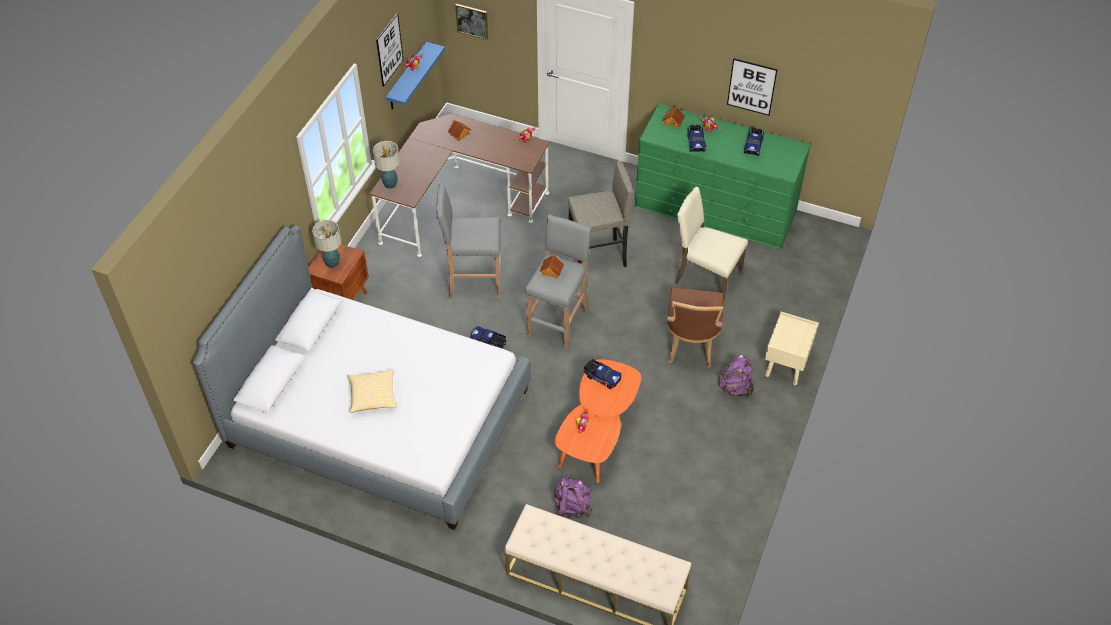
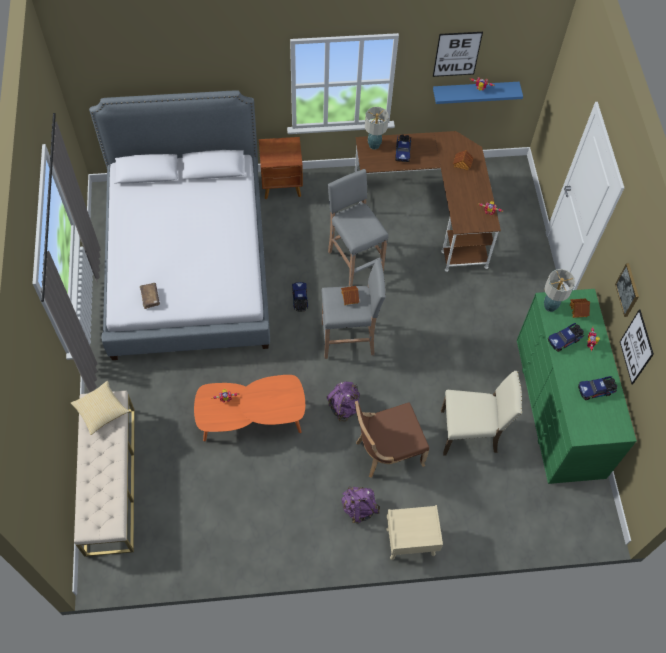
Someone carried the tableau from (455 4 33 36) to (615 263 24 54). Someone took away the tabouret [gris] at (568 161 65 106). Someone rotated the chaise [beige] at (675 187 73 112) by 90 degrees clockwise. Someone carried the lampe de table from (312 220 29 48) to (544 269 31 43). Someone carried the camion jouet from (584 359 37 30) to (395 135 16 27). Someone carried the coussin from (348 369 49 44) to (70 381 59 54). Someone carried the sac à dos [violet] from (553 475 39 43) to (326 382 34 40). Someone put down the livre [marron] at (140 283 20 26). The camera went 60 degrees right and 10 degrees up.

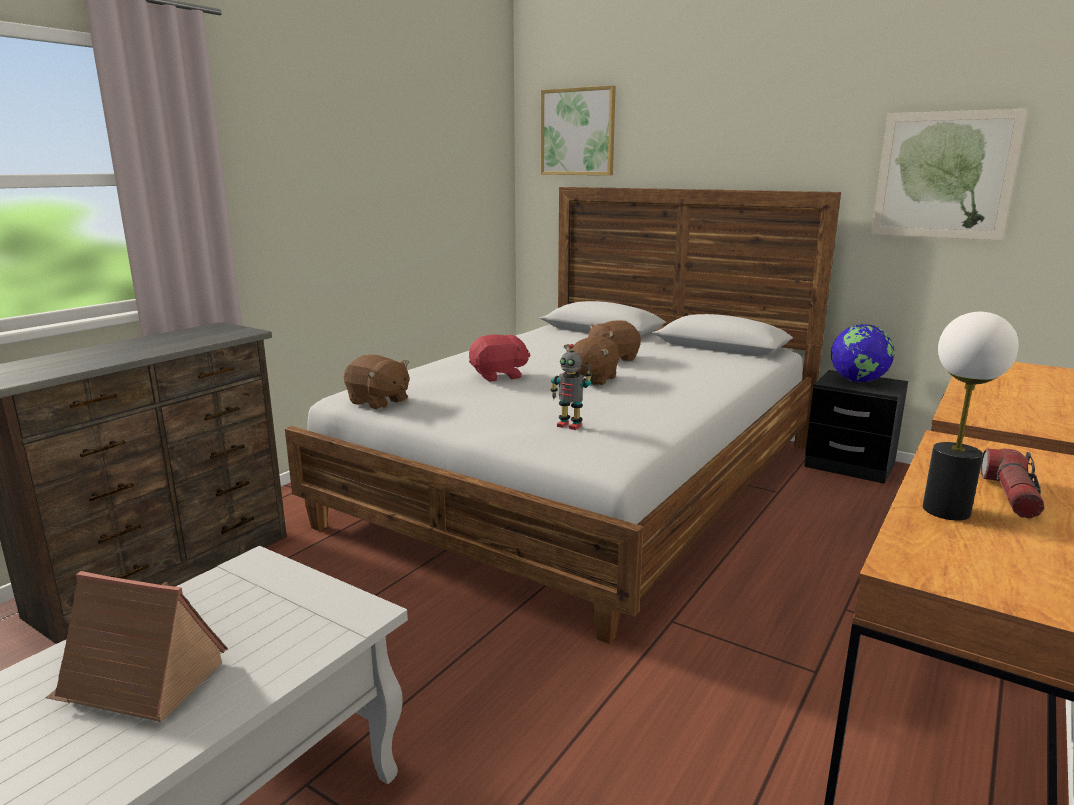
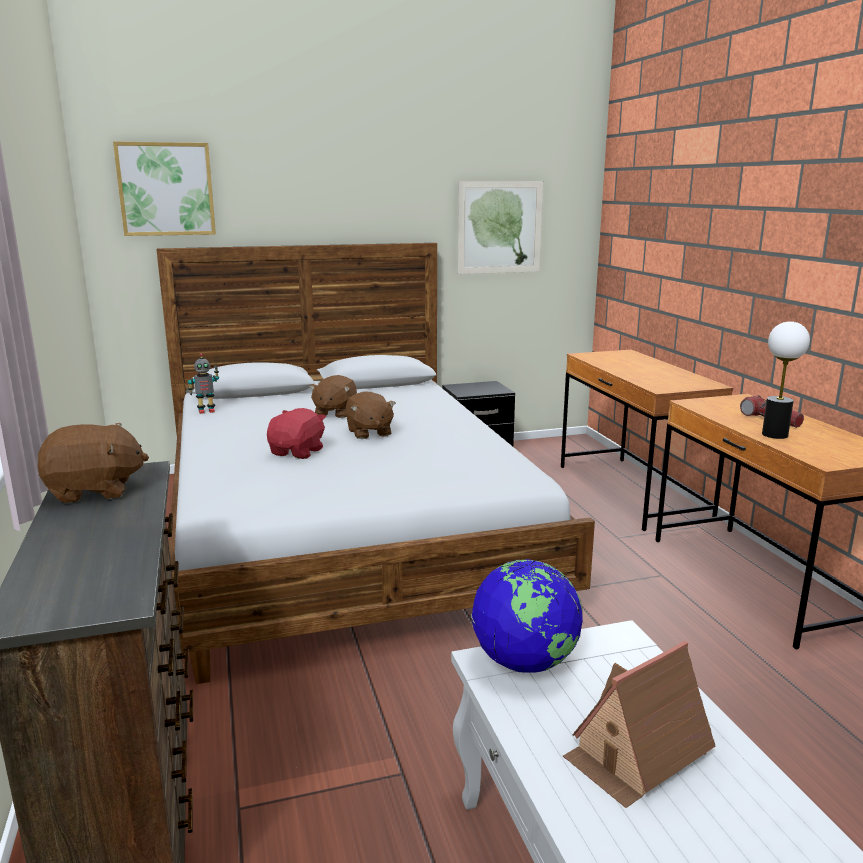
Someone carried the globe from (831 324 63 58) to (471 559 112 114). Someone carried the robot jouet from (551 344 41 86) to (188 353 31 61). Someone carried the peluche [marron] from (344 355 65 55) to (37 423 112 80). The camera went 50 degrees left and 0 degrees up.

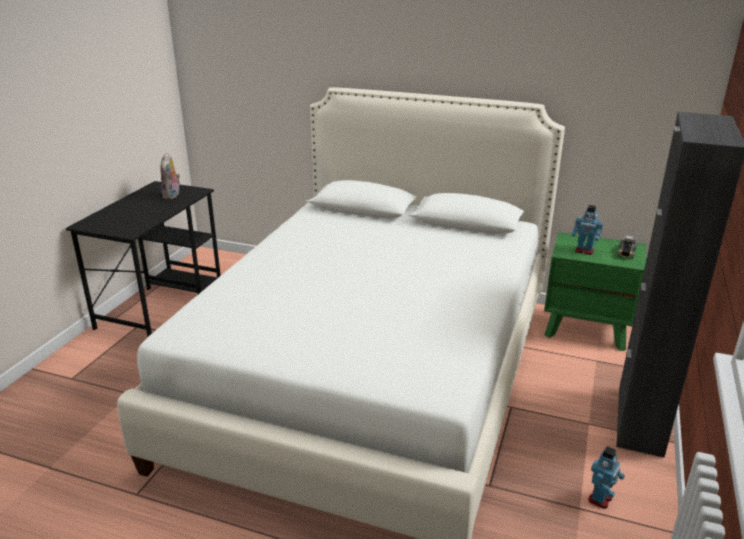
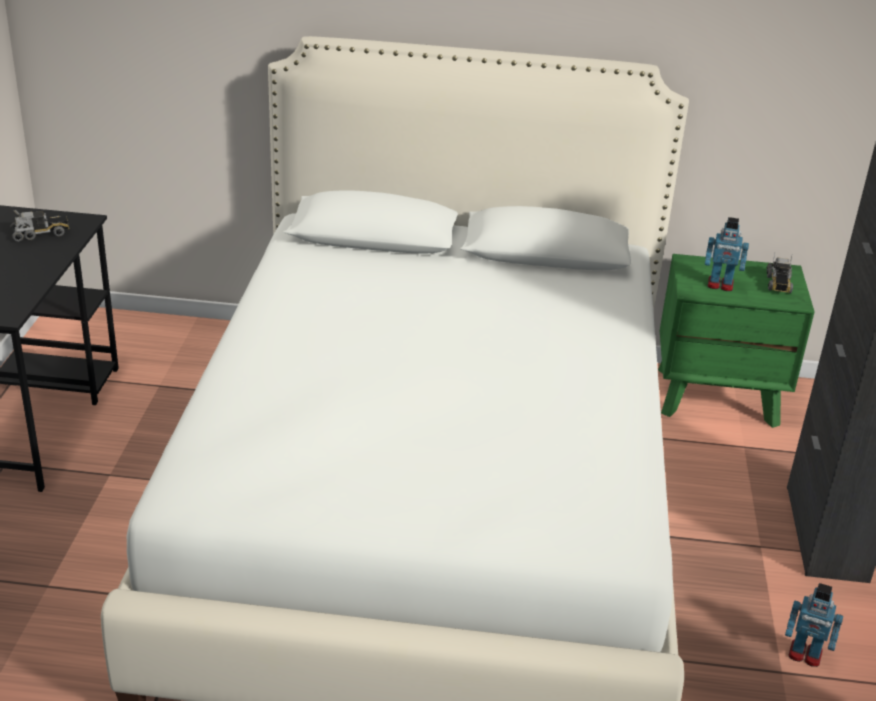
Someone swapped the peluche at (160 152 20 47) for the camion jouet at (10 210 59 32). Someone rotated the robot jouet at (588 446 37 63) by 90 degrees clockwise. The camera went 15 degrees left and 5 degrees up.

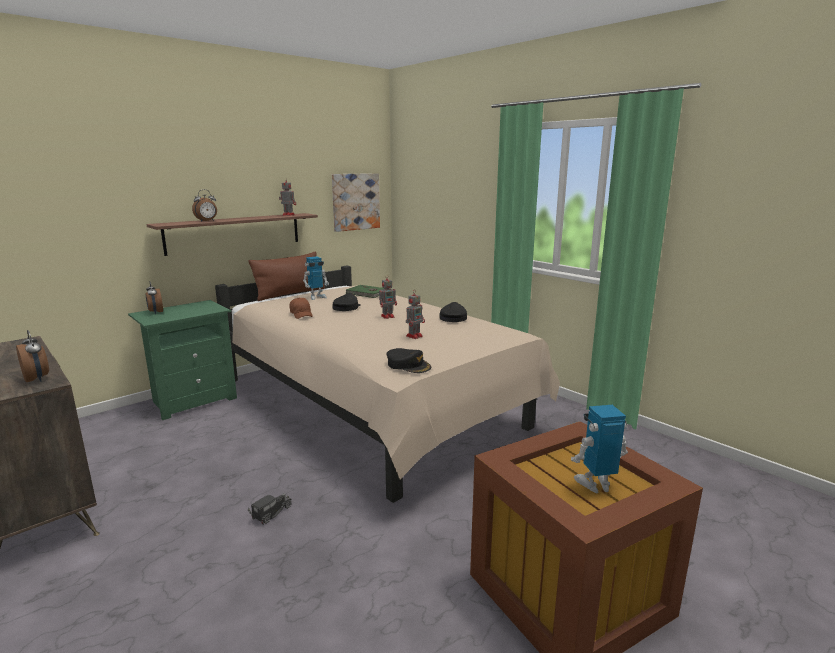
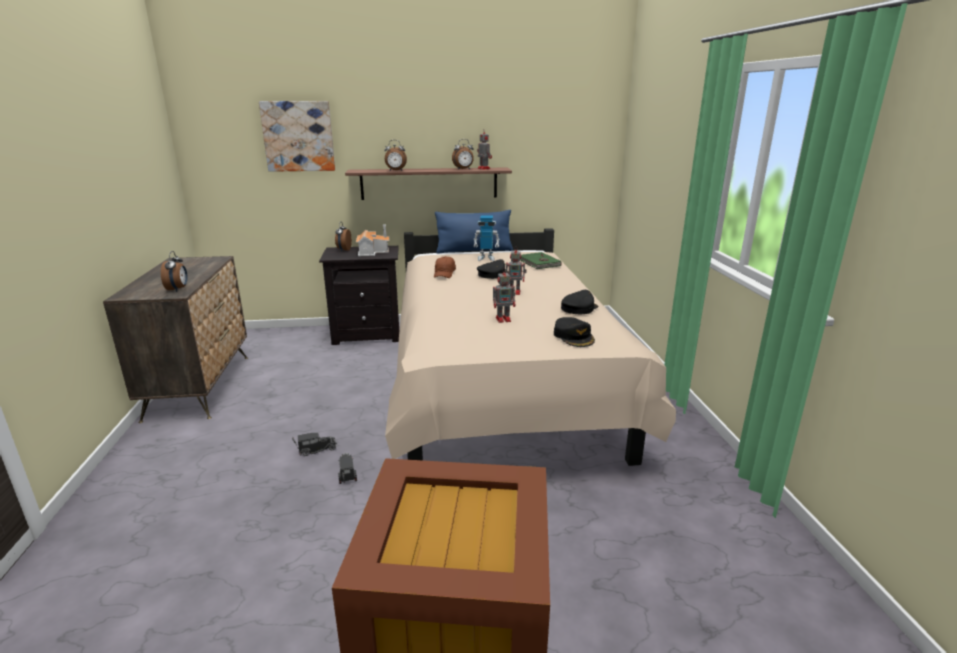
Someone carried the tableau from (332 173 48 59) to (259 101 76 71). Someone repainted the coussin [marron] at (248 251 77 50), which became the coussin [bleu] at (435 210 78 44). Someone repainted the table de chevet [vert] at (128 300 109 120), which became the table de chevet [noir] at (319 246 80 99). Someone carried the casquette [noir] from (386 348 45 25) to (554 317 41 30). Someone took away the robot jouet at (571 405 57 88). Someone put down the réveil at (452 139 22 31). Someone put down the maison miniature at (356 225 33 31). Someone put down the camion jouet at (338 453 19 31). The camera went 35 degrees right and 5 degrees up.

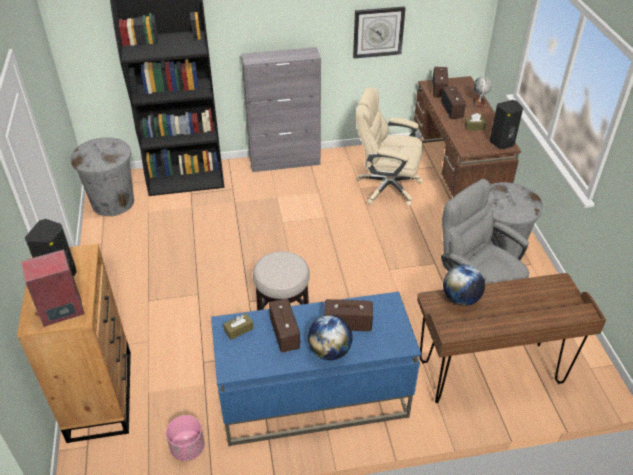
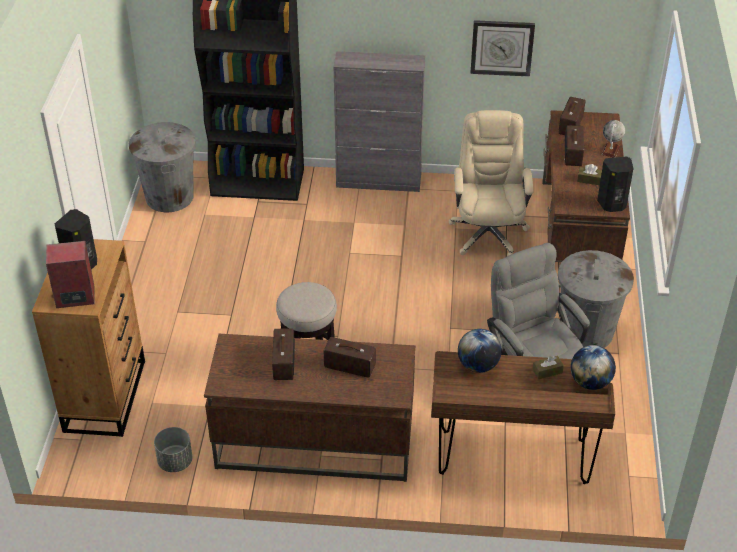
Someone rotated the chaise de bureau [beige] at (356 88 67 118) by 60 degrees clockwise. Someone repainted the bureau [bleu] at (211 292 210 154), which became the bureau [marron] at (204 334 211 148). Someone carried the boîte à mouchoirs [marron] from (223 313 31 27) to (533 356 31 23). Someone carried the globe from (308 315 45 45) to (571 345 45 45). Someone repainted the cache-pot [rose] at (166 415 39 46), which became the cache-pot [gris] at (154 427 38 45). The camera went 15 degrees right and 0 degrees up.

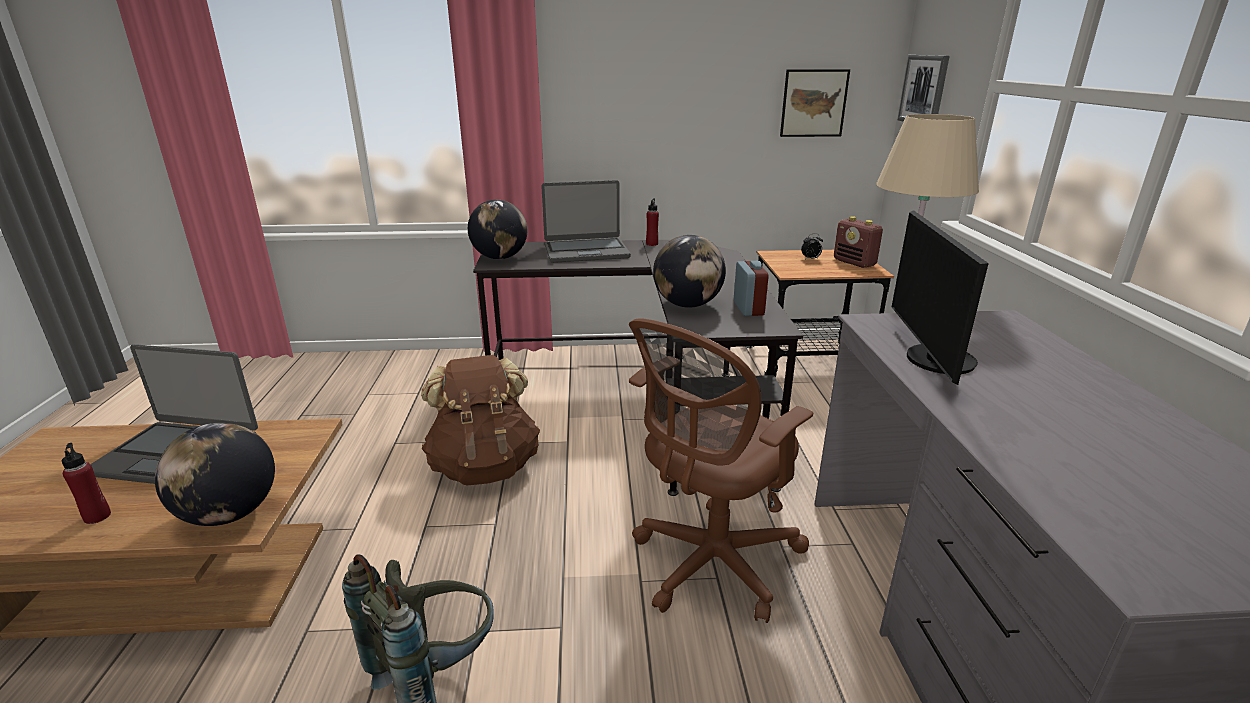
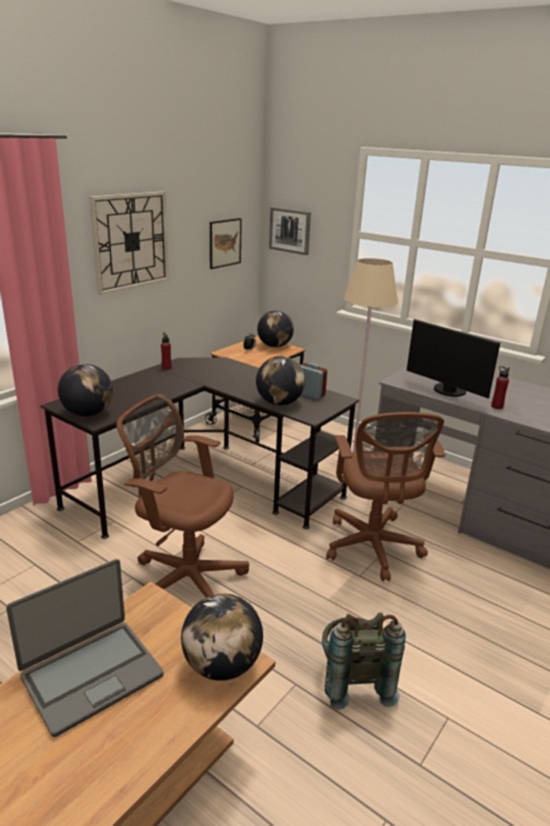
Someone took away the ordinateur portable at (541 180 90 83). Someone swapped the radio at (834 216 49 52) for the globe at (257 310 37 37). Someone swapped the sac à dos [marron] at (421 355 119 130) for the chaise de bureau [marron] at (117 394 132 203). Someone carried the bouteille [rouge] from (62 443 49 81) to (491 366 18 43). Someone put up the horloge murale at (89 191 80 104). The camera went 50 degrees left and 0 degrees up.

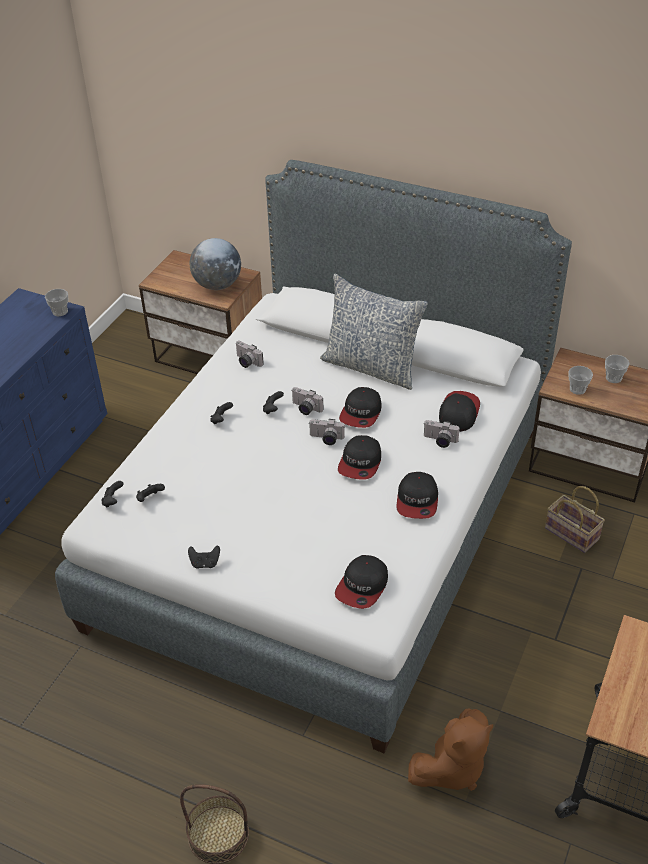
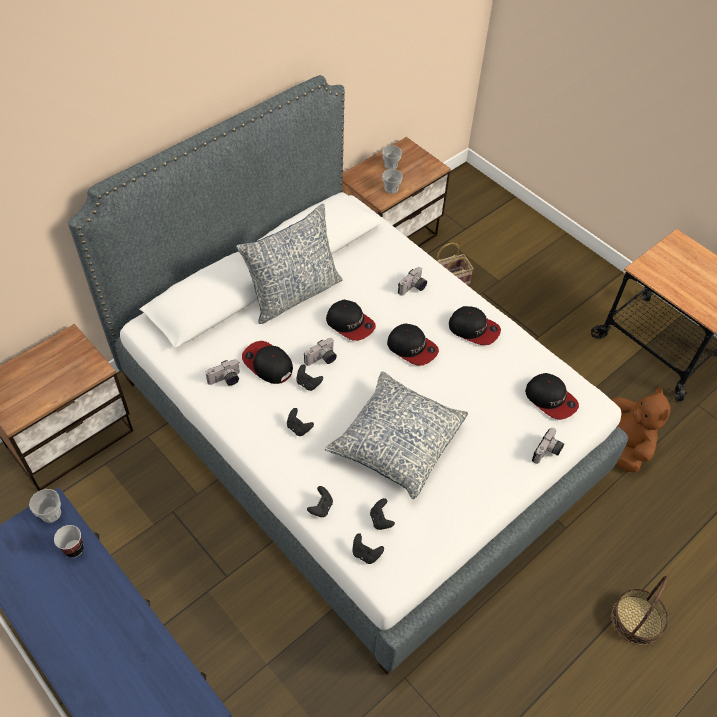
Someone took away the globe at (190 238 51 52). Someone carried the casquette from (439 391 41 41) to (242 341 51 43). Someone carried the appareil photo from (309 419 36 26) to (532 428 32 36). Someone carried the manette [noir] from (188 546 32 23) to (307 486 26 31). Someone put down the coussin at (325 371 143 128). Someone put down the tasse at (54 525 30 33). The camera went 70 degrees left and 10 degrees up.

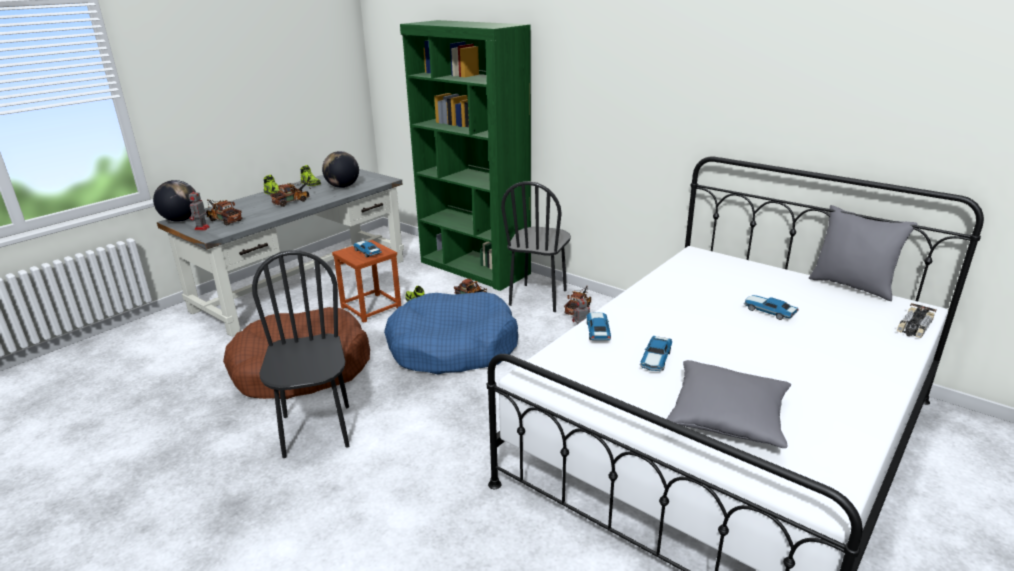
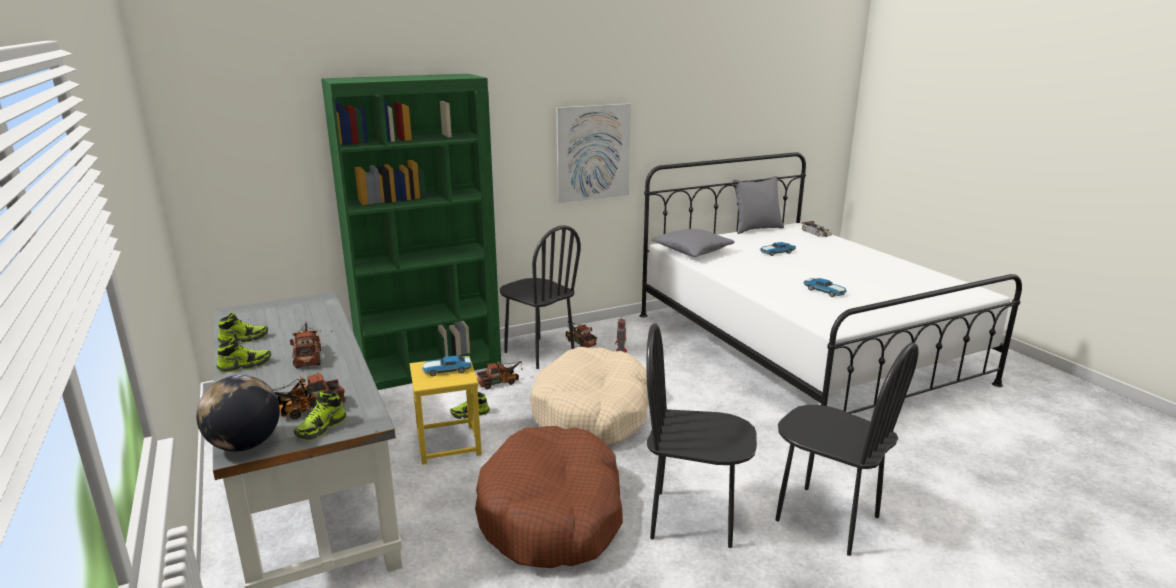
Someone took away the globe at (322 151 37 37). Someone swapped the robot jouet at (189 188 21 43) for the chaussure at (294 391 52 50). Someone repainted the tabouret [marron] at (332 240 69 83), which became the tabouret [jaune] at (410 356 72 109). Someone repainted the panier pour chien [bleu] at (384 292 134 82), which became the panier pour chien [beige] at (530 347 119 98). Someone took away the petite voiture at (586 312 25 28). Someone carried the coussin [gris] from (666 360 125 88) to (651 229 84 28). Someone put up the tableau at (556 103 75 100). Someone put down the chaise [noir] at (775 343 144 213). The camera went 65 degrees left and 5 degrees down.

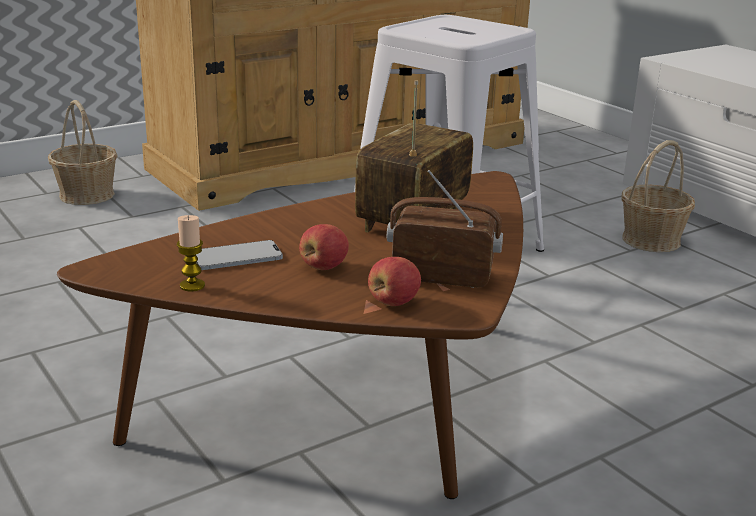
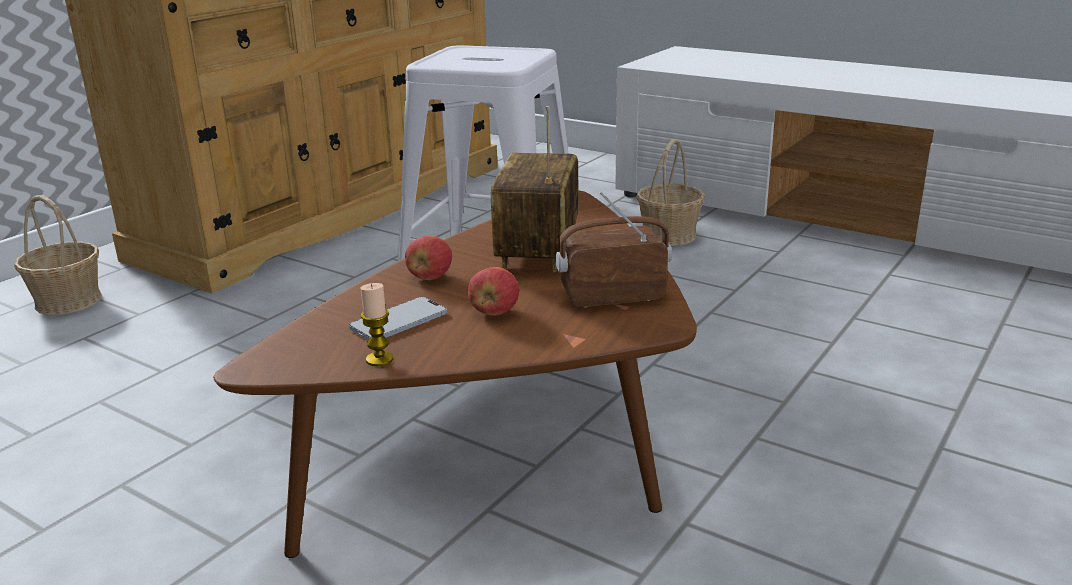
Someone carried the pomme from (368 257 53 49) to (405 235 47 45). The camera went 20 degrees left and 0 degrees up.

